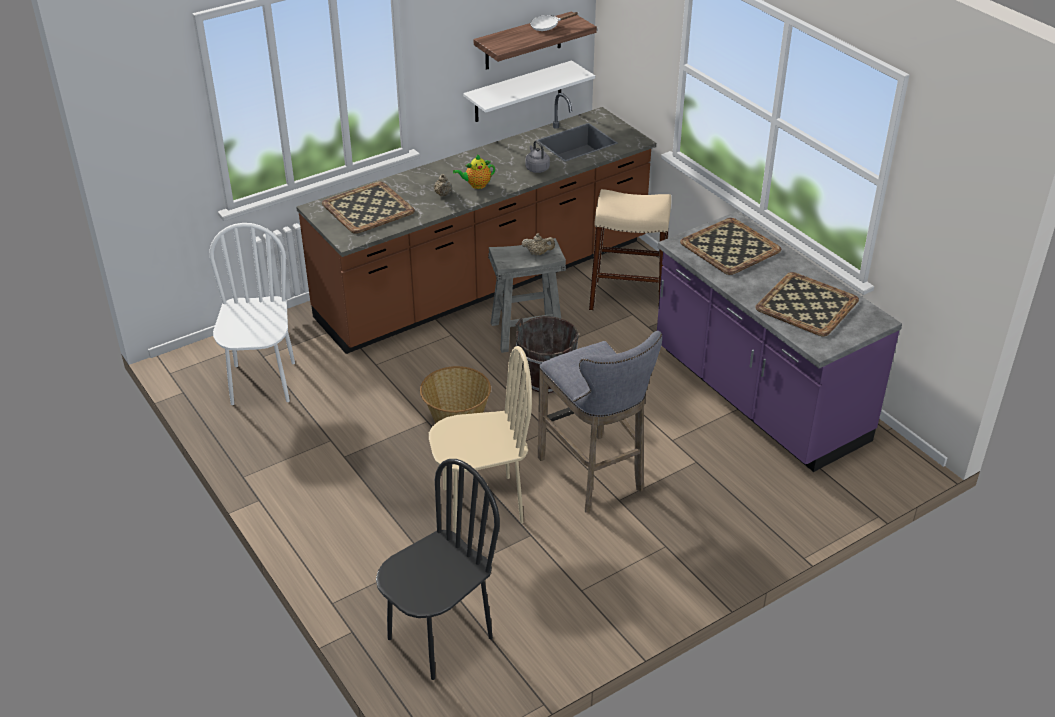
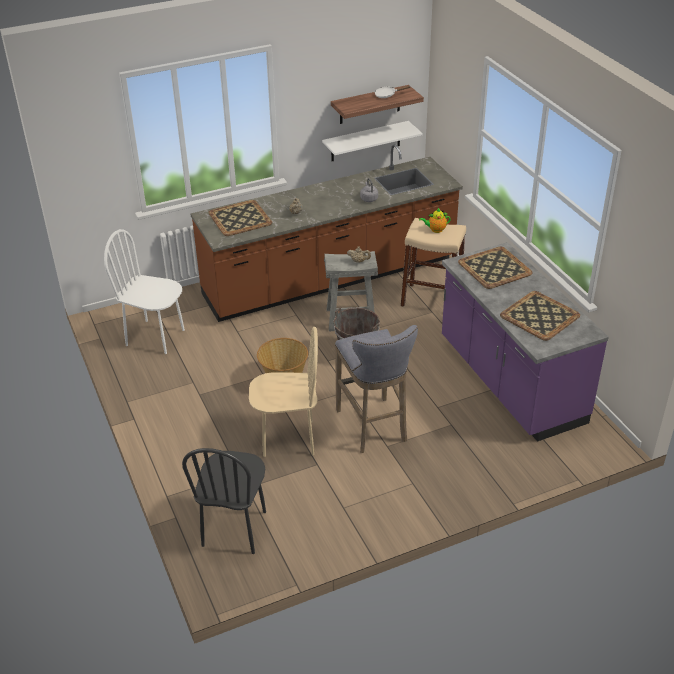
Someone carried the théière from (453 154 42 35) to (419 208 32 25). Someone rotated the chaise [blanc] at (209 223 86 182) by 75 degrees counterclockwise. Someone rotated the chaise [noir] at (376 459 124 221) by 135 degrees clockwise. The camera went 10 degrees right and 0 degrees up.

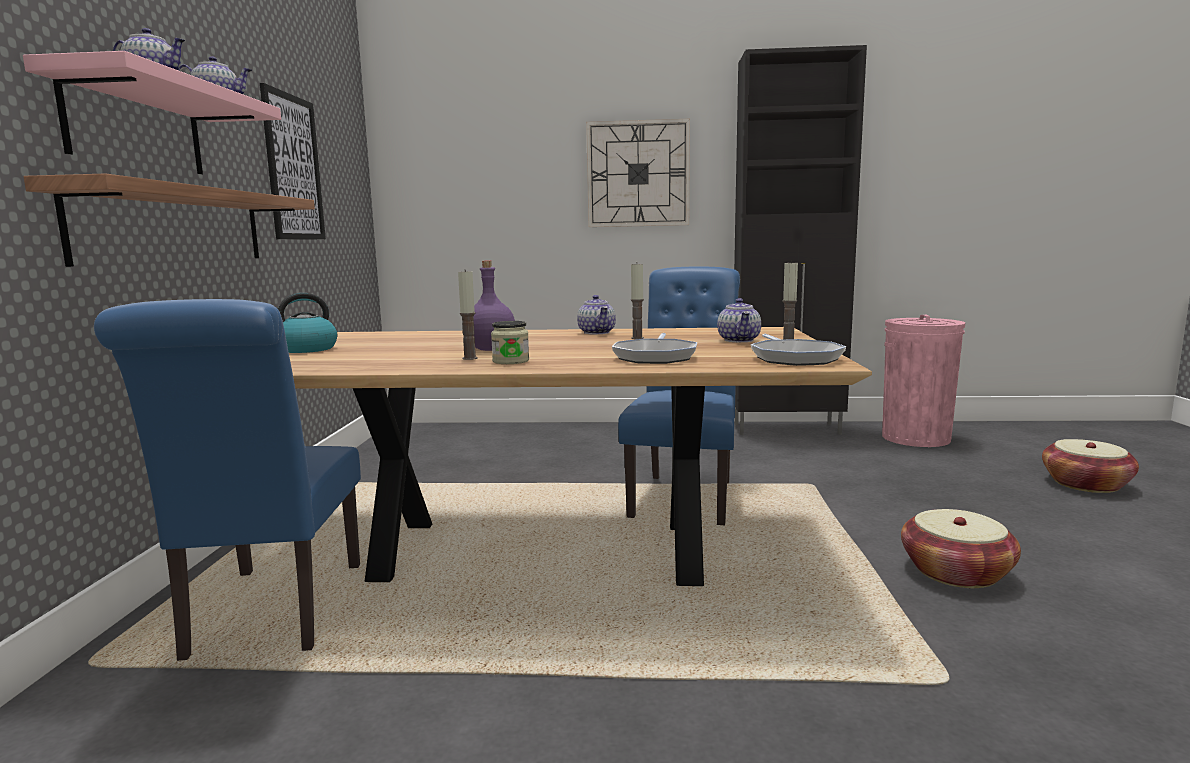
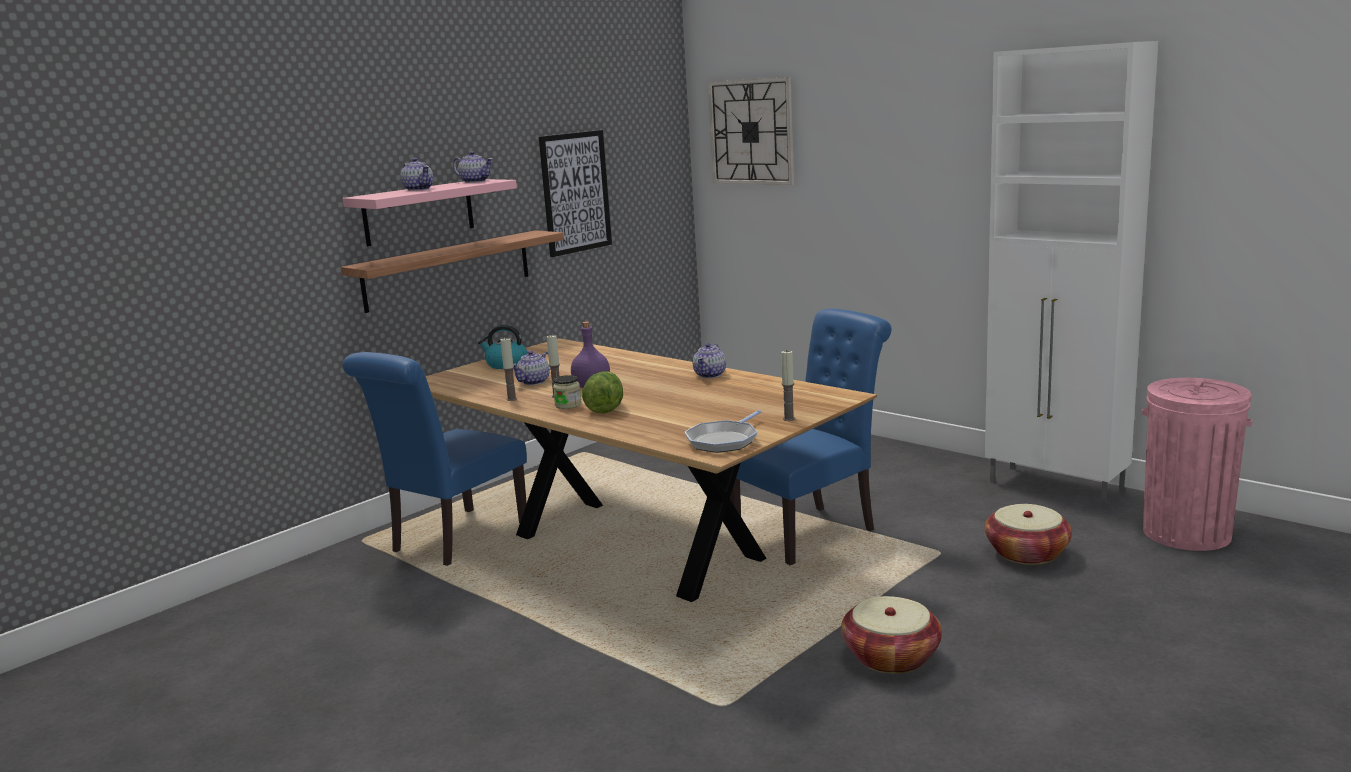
Someone repainted the meuble de rangement [noir] at (734 45 133 390), which became the meuble de rangement [blanc] at (985 41 173 467). Someone carried the horloge murale from (586 119 104 108) to (708 77 86 108). Someone carried the bougie from (631 262 13 77) to (500 338 17 63). Someone carried the théière from (717 298 44 44) to (513 351 38 34). Someone took away the poêle at (612 333 85 31). Someone carried the panier from (1042 439 97 54) to (985 504 87 61). Someone put down the laitue at (582 371 41 42). The camera went 40 degrees right and 5 degrees up.

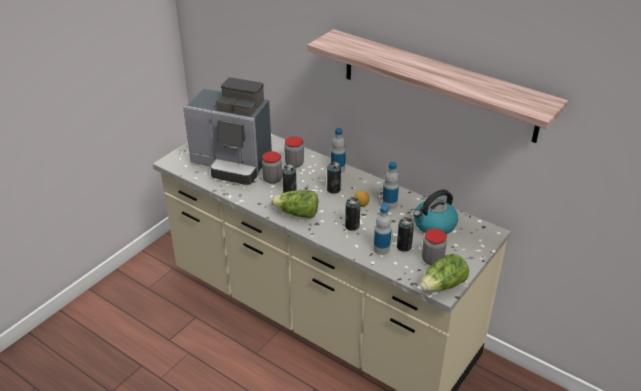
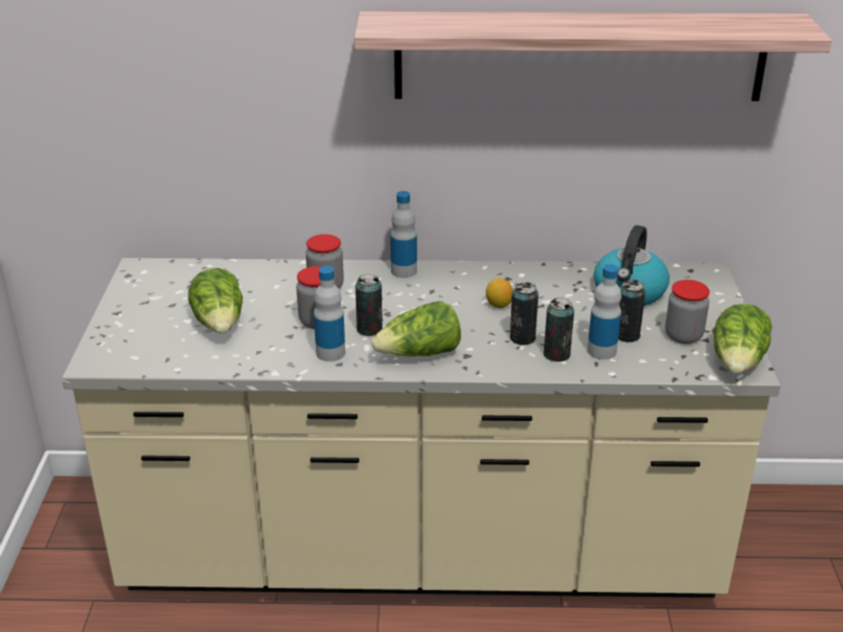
Someone swapped the machine à café at (183 77 89 108) for the laitue at (188 268 55 65). Someone carried the boîte métallique from (327 162 14 32) to (543 298 31 64). Someone carried the bouteille from (382 162 17 48) to (314 266 31 96). The camera went 35 degrees left and 5 degrees down.

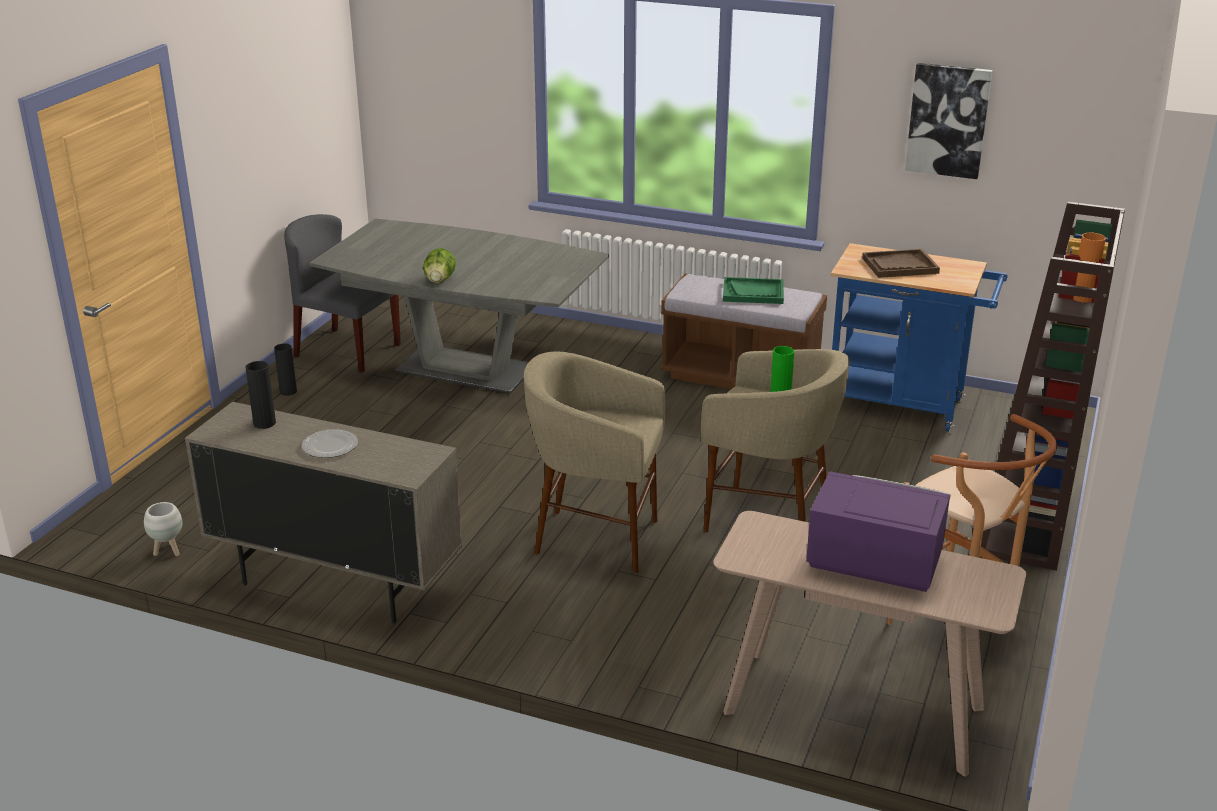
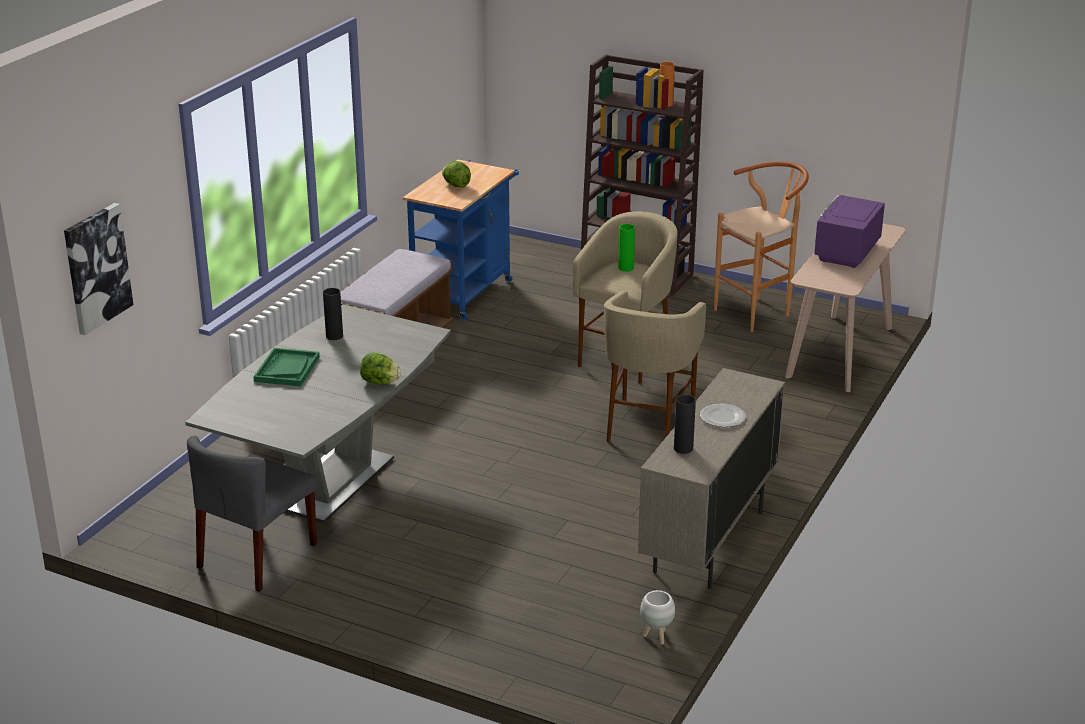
Someone carried the tableau from (905 63 87 116) to (64 203 69 132). Someone swapped the plateau [marron] at (862 249 78 29) for the laitue at (442 161 29 27). Someone carried the plateau [vert] from (723 277 61 27) to (253 348 67 38). Someone carried the vase [noir] from (274 344 23 52) to (323 288 20 52). The camera went 85 degrees left and 0 degrees up.

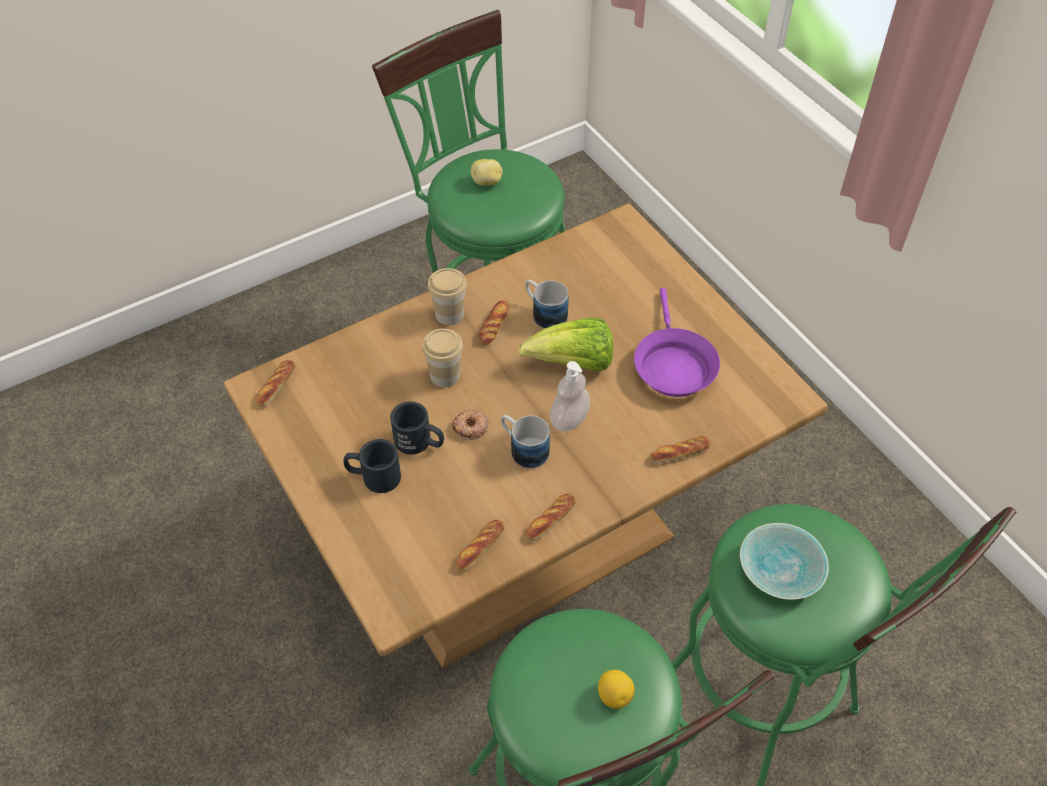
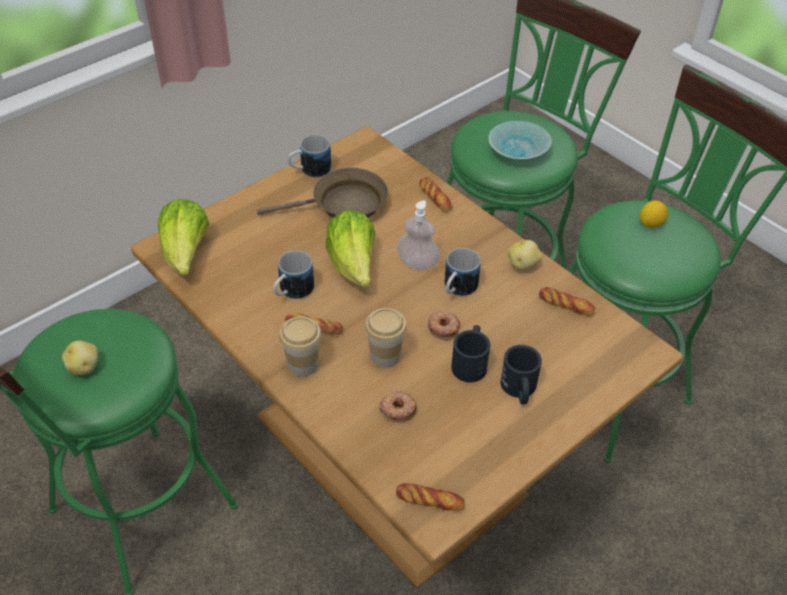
Someone repainted the poêle [violet] at (634 288 86 109), which became the poêle [marron] at (257 168 131 50). Someone swapped the pain at (525 494 51 47) for the pomme de terre at (508 240 34 31). Someone put down the mug at (288 135 43 43). Someone put down the laitue at (158 199 51 76). Someone put down the beignet at (379 391 38 32). The camera went 100 degrees left and 5 degrees down.

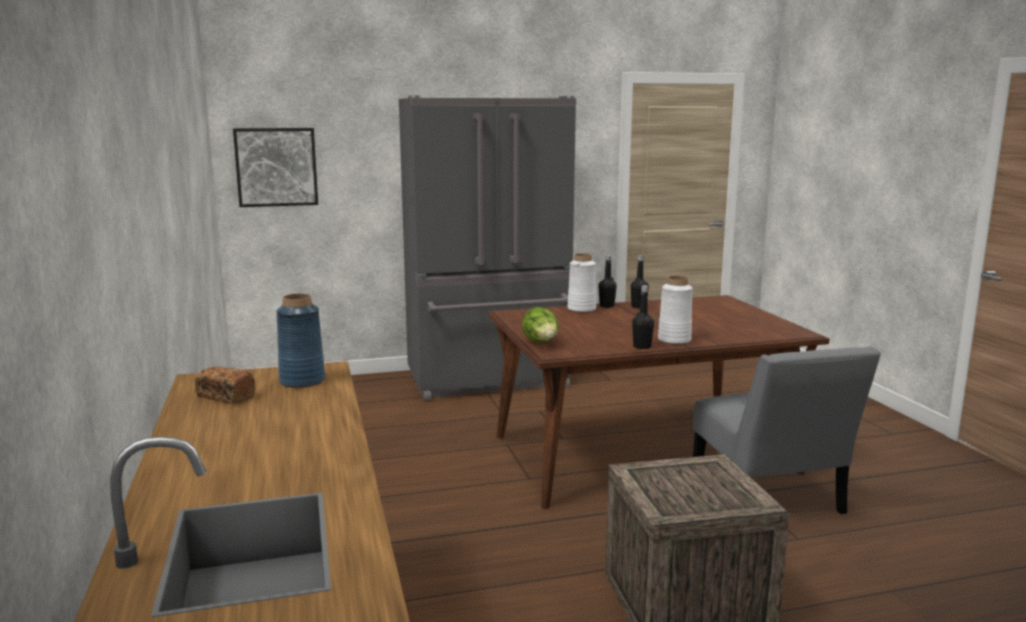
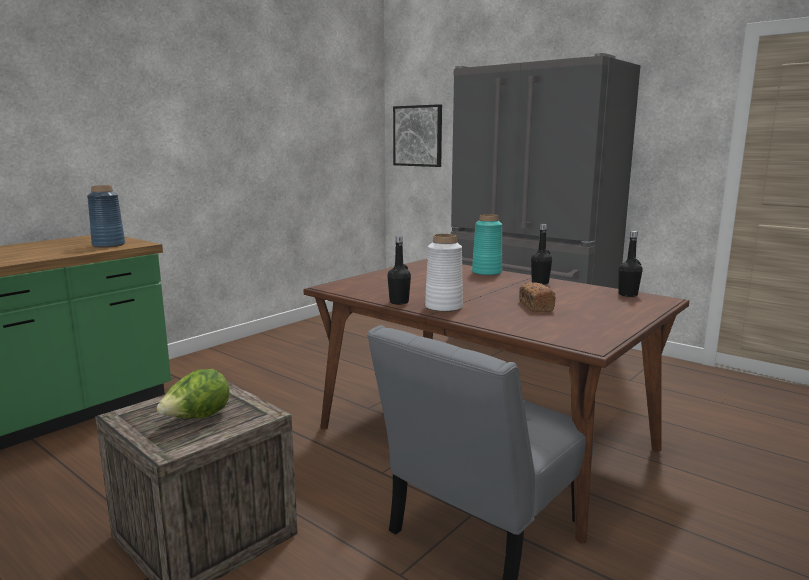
Someone repainted the vase [blanc] at (567 253 29 60), which became the vase [turquoise] at (472 214 30 62). Someone carried the bouteille [noir] from (599 255 18 53) to (619 231 23 66). Someone carried the laitue from (522 307 37 36) to (157 369 73 49). Someone carried the pain from (194 366 61 38) to (519 282 37 30). The camera went 55 degrees right and 0 degrees up.

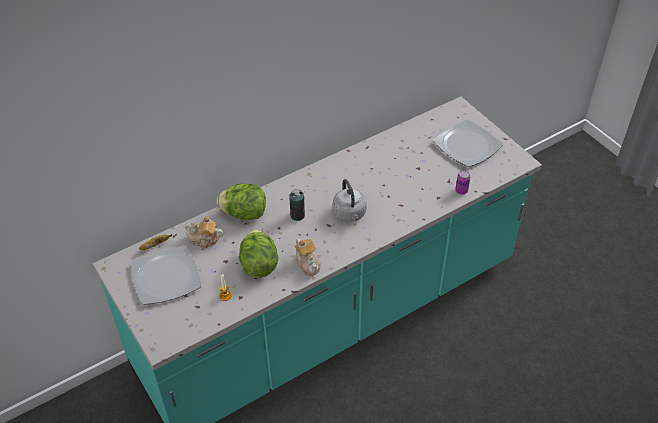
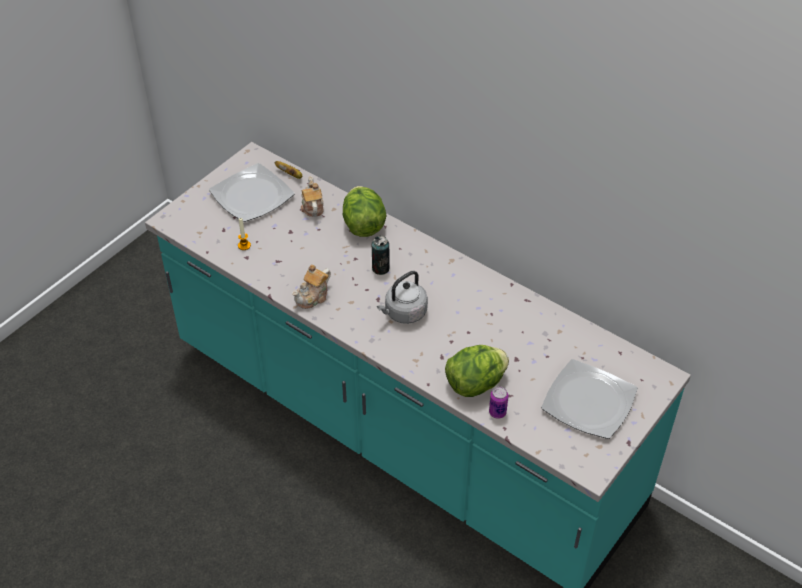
Someone carried the laitue from (239 230 39 48) to (445 345 64 52). The camera went 70 degrees right and 0 degrees up.

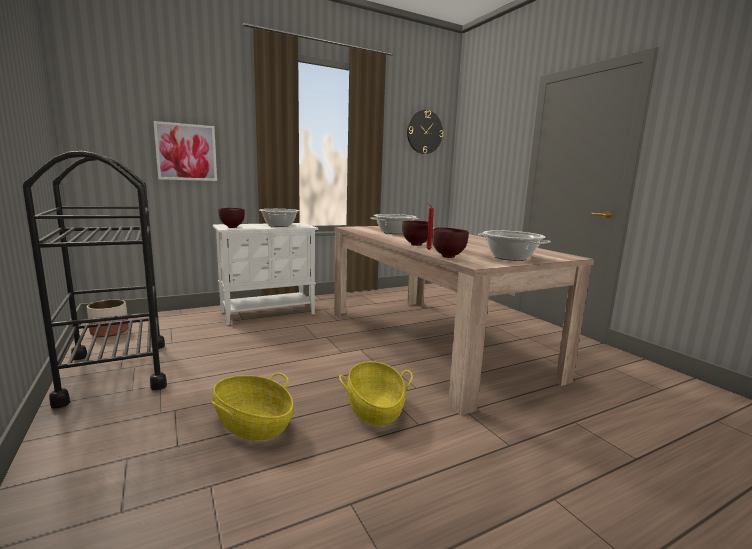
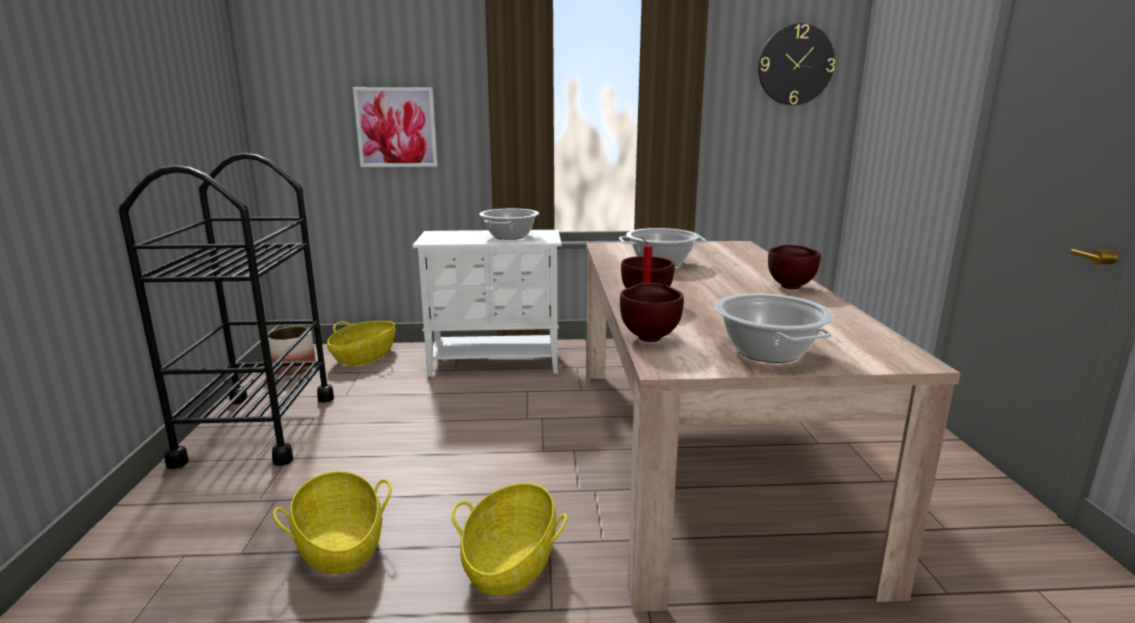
Someone carried the bol [marron] from (218 208 27 20) to (768 245 53 44). Someone put down the panier at (327 321 69 45). The camera went 25 degrees right and 5 degrees up.

